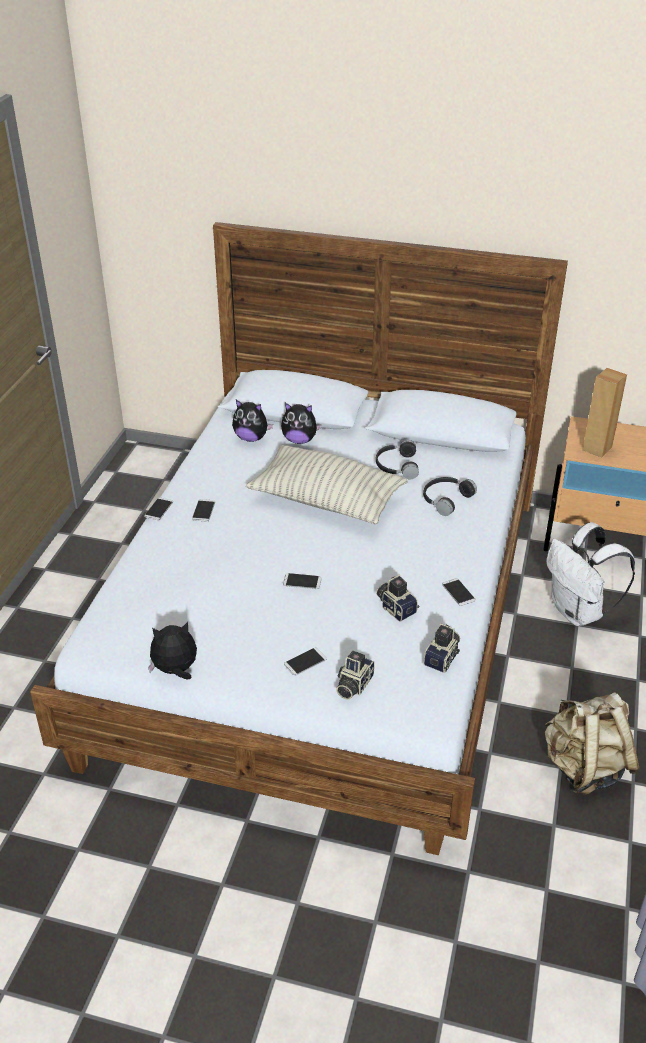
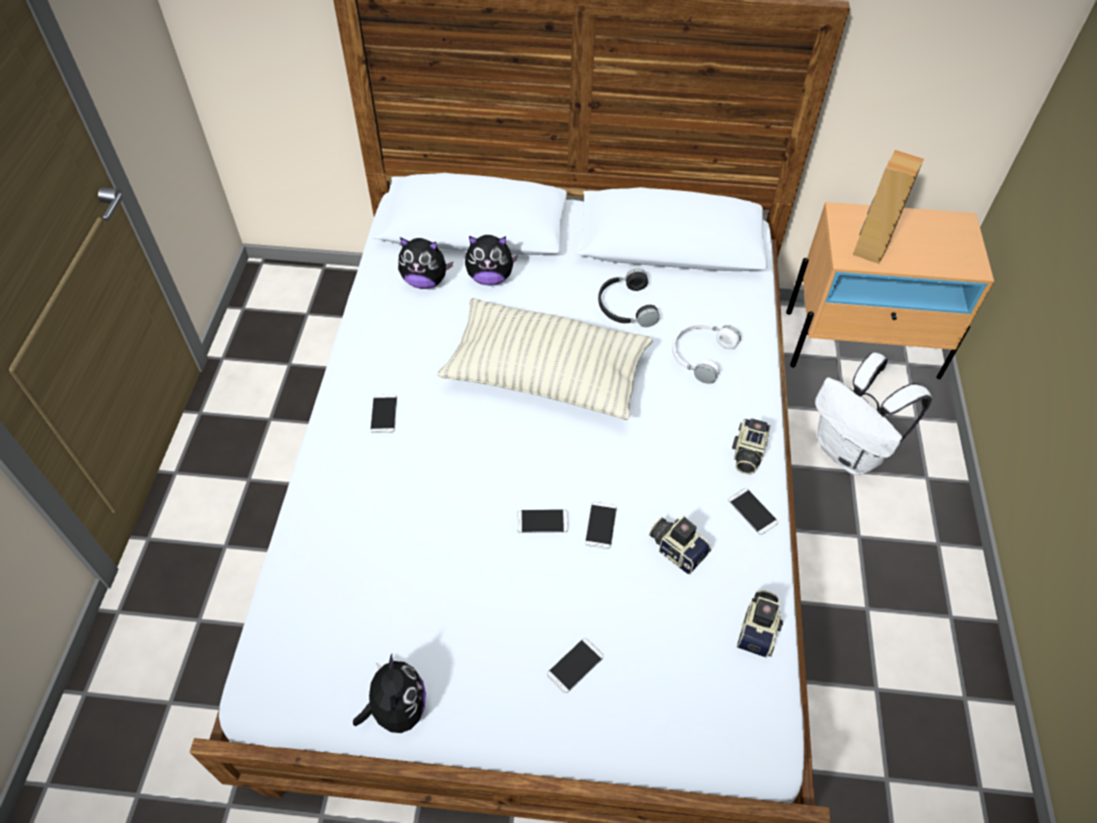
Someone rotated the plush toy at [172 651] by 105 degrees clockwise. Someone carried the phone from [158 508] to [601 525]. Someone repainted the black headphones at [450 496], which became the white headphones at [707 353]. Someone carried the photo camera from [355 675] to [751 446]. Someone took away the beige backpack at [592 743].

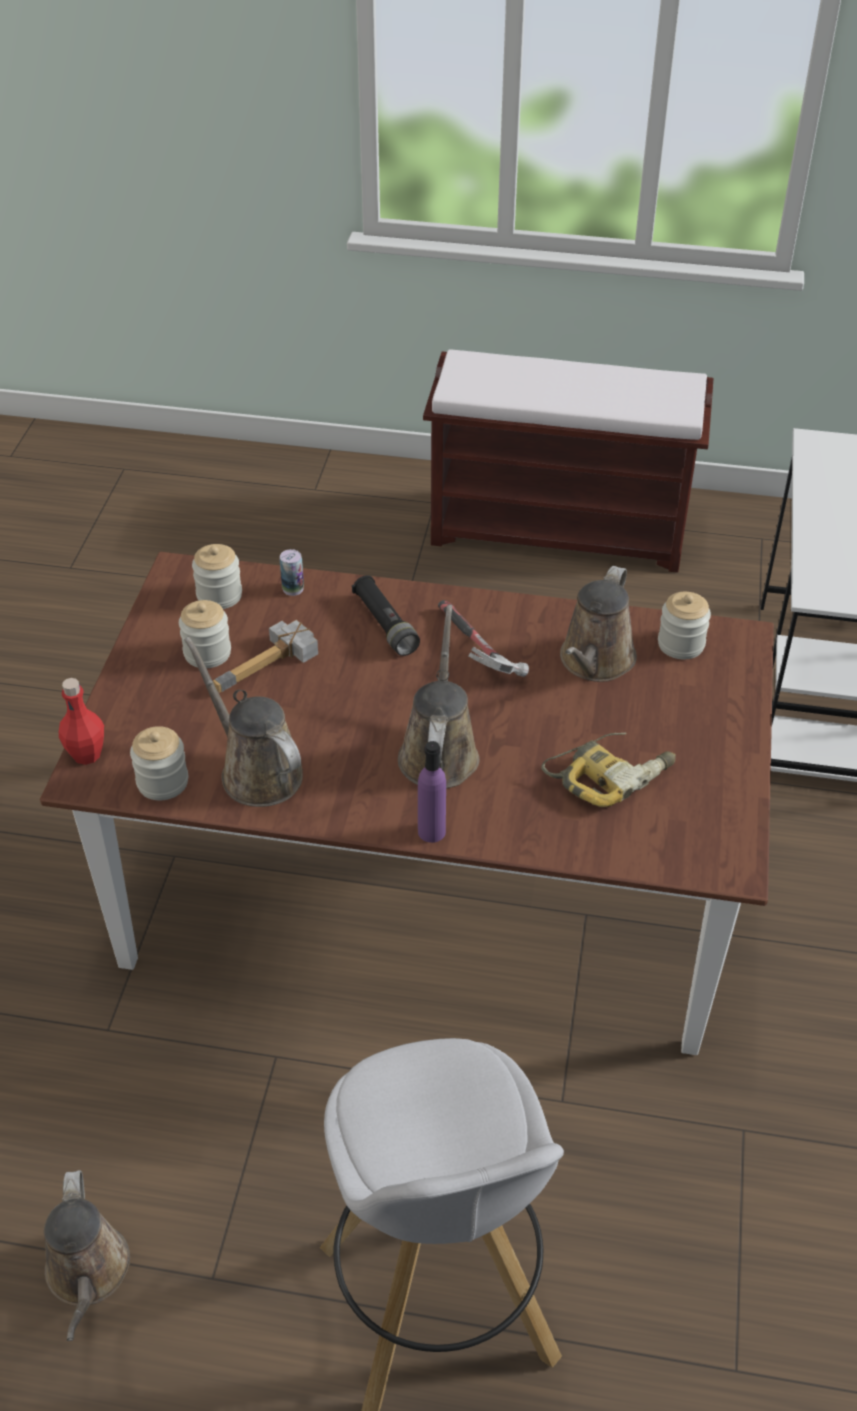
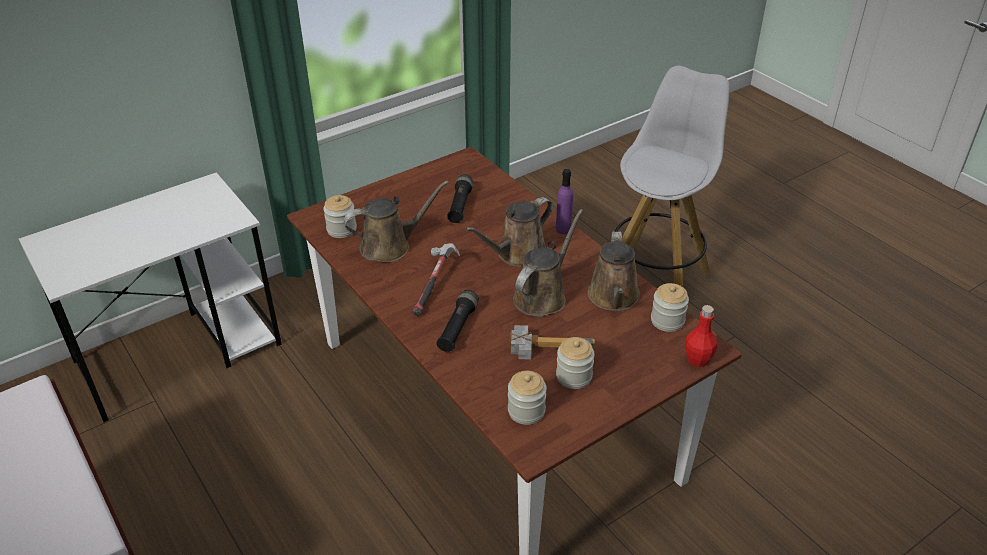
Someone swapped the power drill at [608 770] for the black flashlight at [460 198]. Someone carried the brown watering can from [87 1255] to [548 263]. Someone took away the can at [292 572].

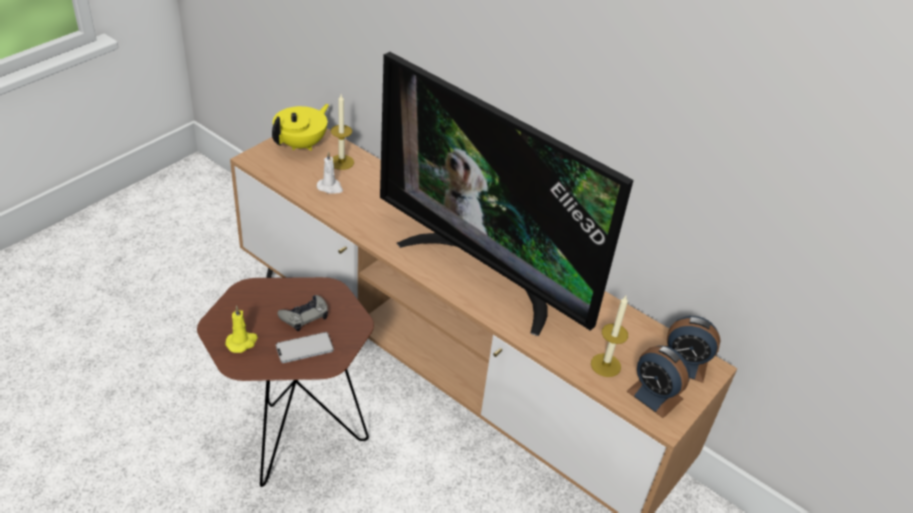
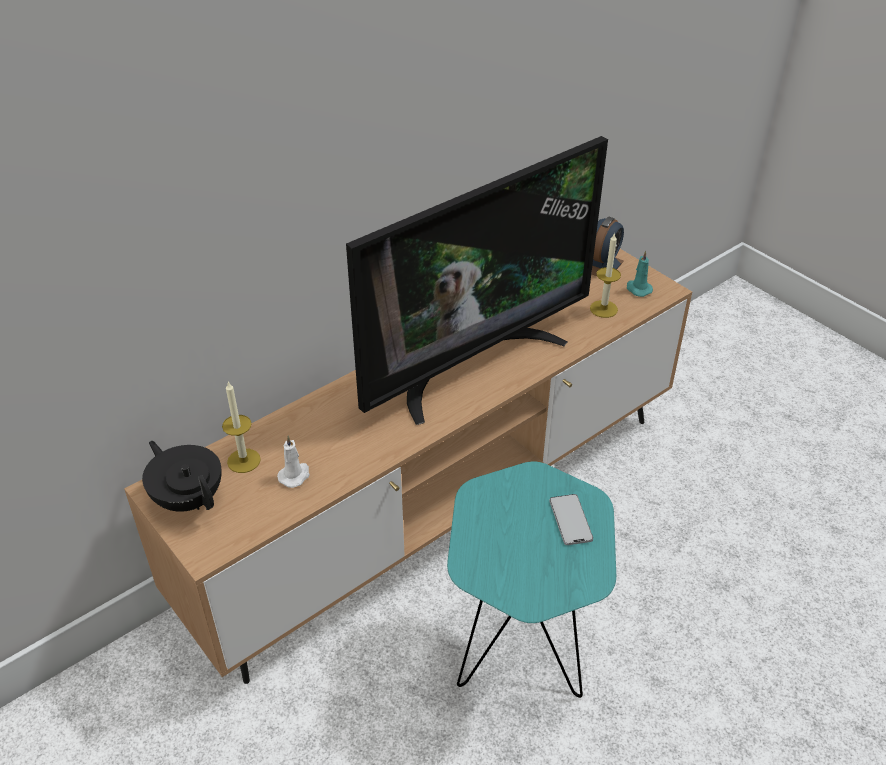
Someone repainted the yellow teapot at [300 127], which became the black teapot at [182 476]. Someone repainted the brown side table at [285 382], which became the turquoise side table at [531 579]. Someone swapped the alarm clock at [658 382] for the turquoise candle at [640 274]. Someone took away the yellow candle at [241 329]. Someone took away the grey game controller at [302 313].

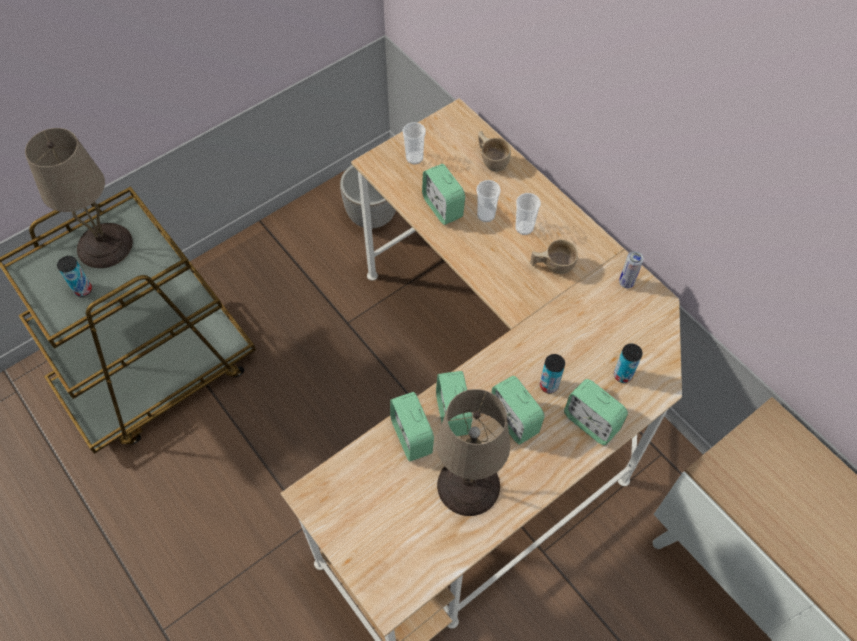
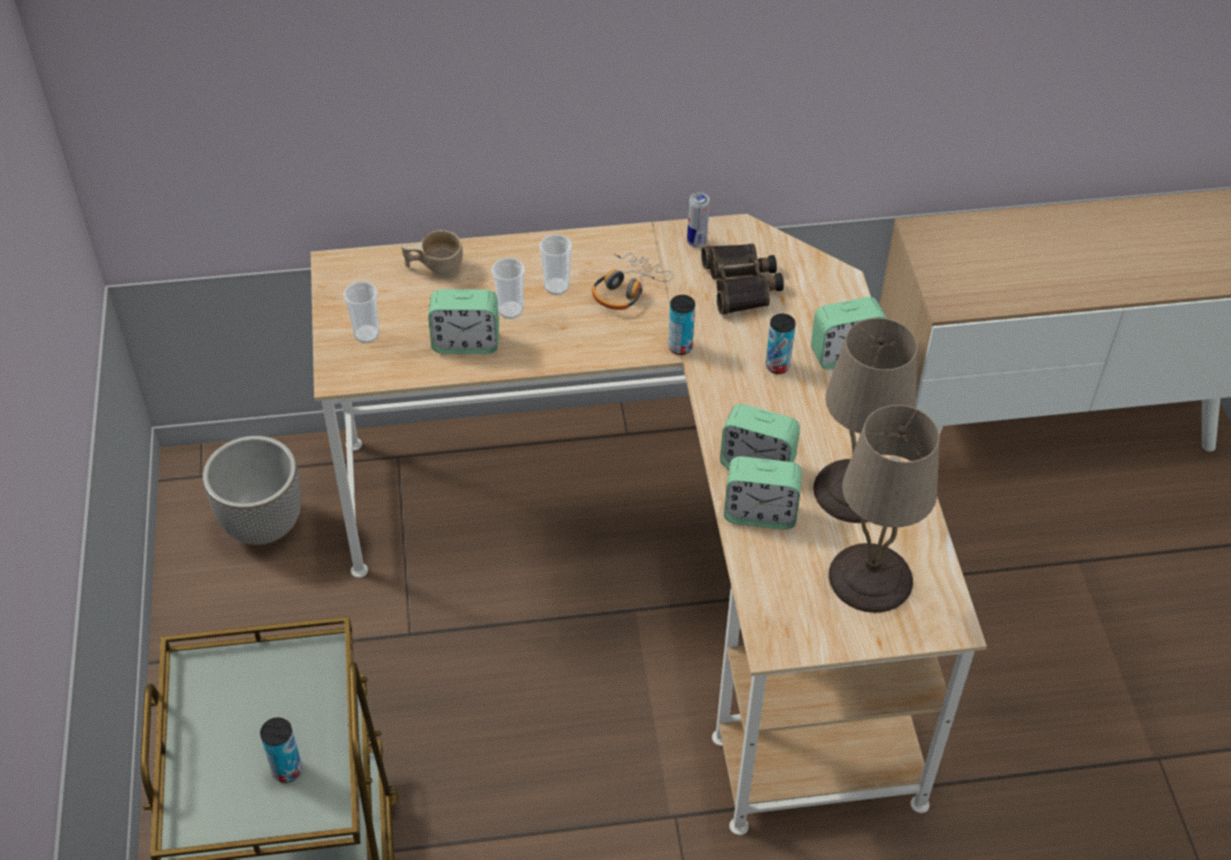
Someone swapped the beige cup at [554 257] for the headphones at [632 281]. Someone carried the can from [628 363] to [681 325]. Someone put down the binoculars at [742 279]. Someone carried the beige table lamp from [79 198] to [884 509]. Someone took away the alarm clock at [518 410].

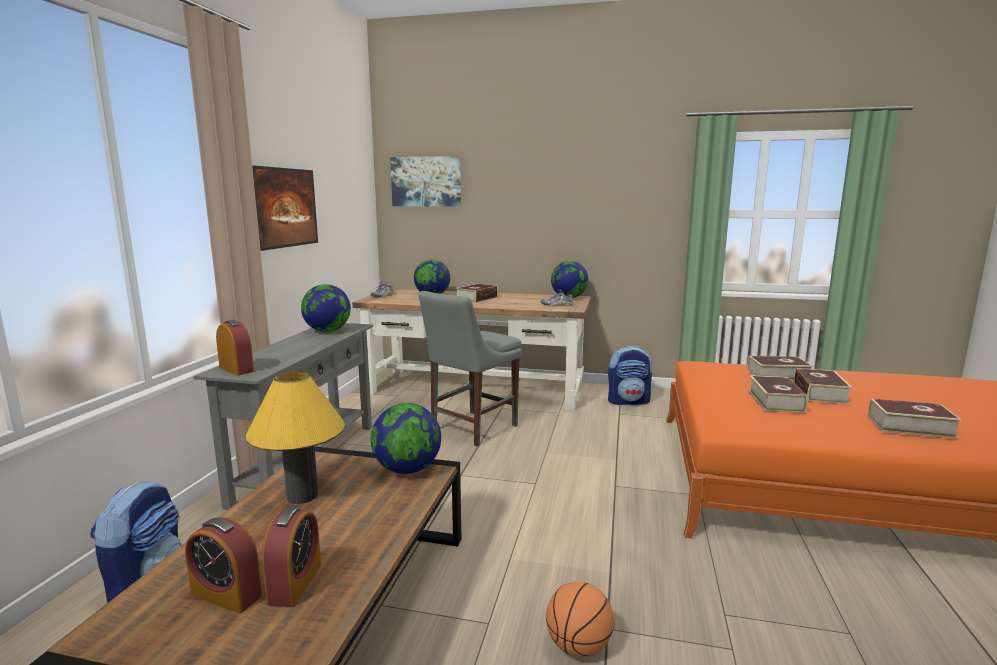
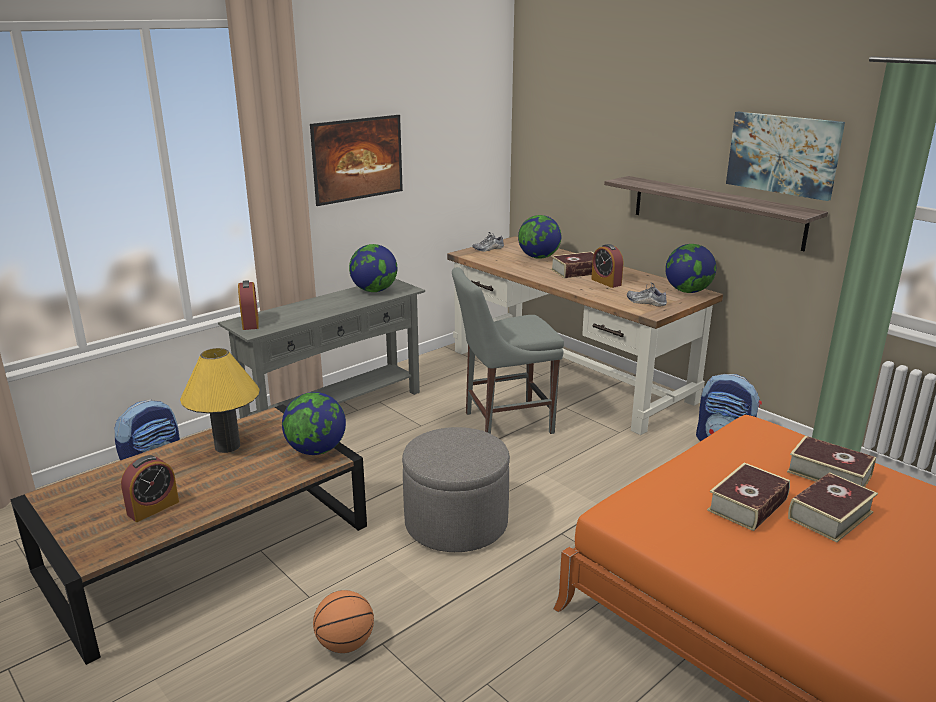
Someone put down the grey ottoman at [456 489]. Someone carried the alarm clock from [223 565] to [607 266]. Someone put up the shelf at [716 213]. Someone carried the picture from [425 181] to [785 156]. Someone took away the book at [915 418].

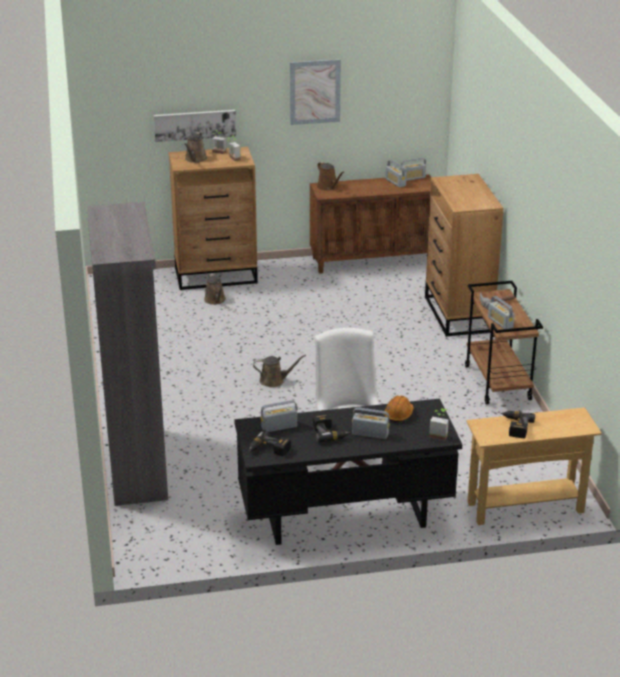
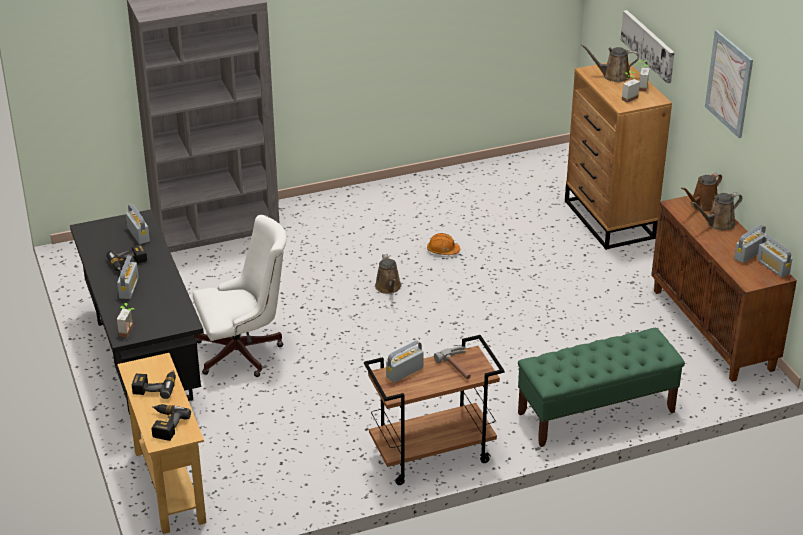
Someone carried the power drill from [270 443] to [171 422]. Someone carried the orange hard hat from [399 408] to [443 244]. Someone swapped the brown dresser at [464 255] for the green bench at [601 387]. Someone carried the brown watering can from [215 289] to [716 211].

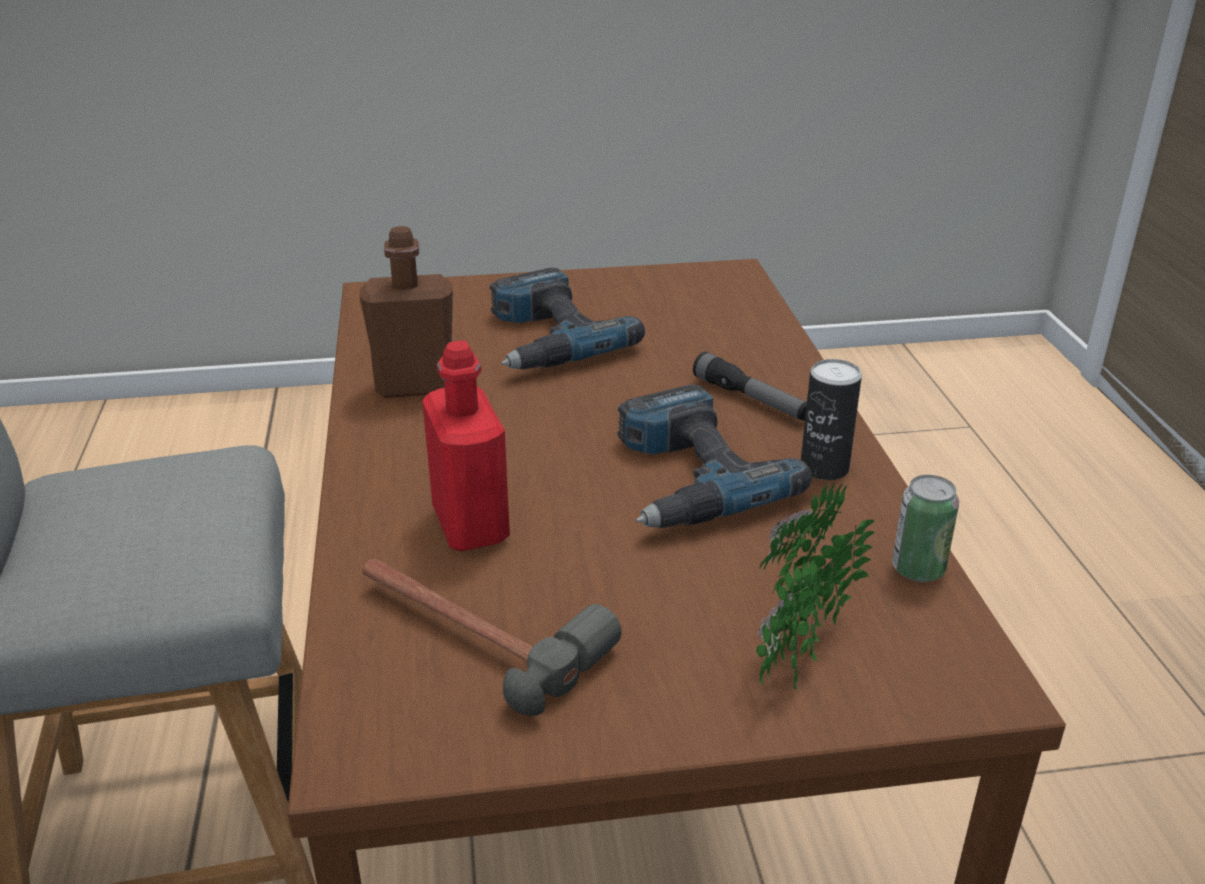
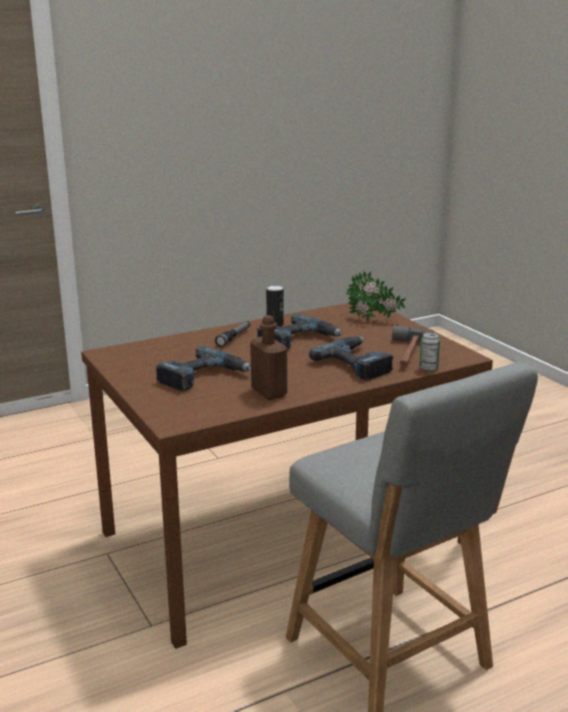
Someone swapped the red bottle at [466 445] for the power drill at [351 358]. Someone carried the can from [925 528] to [429 352].

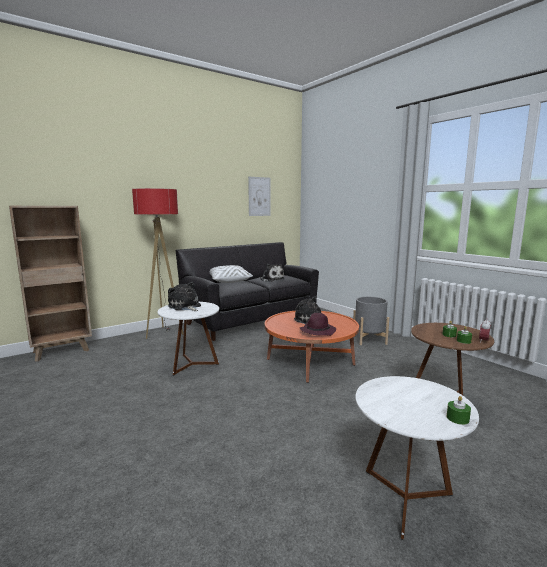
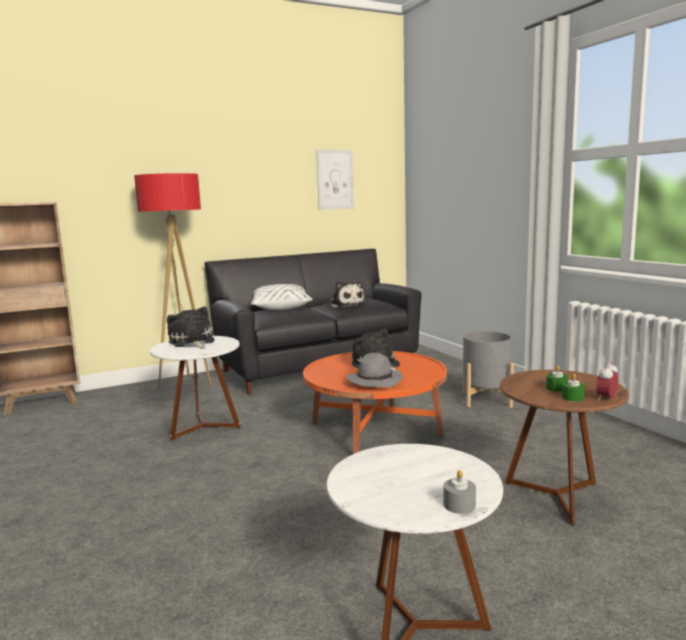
Someone repainted the purple hat at [318 324], which became the grey hat at [374 370]. Someone repainted the green candle at [459 410], which became the grey candle at [459 492].

